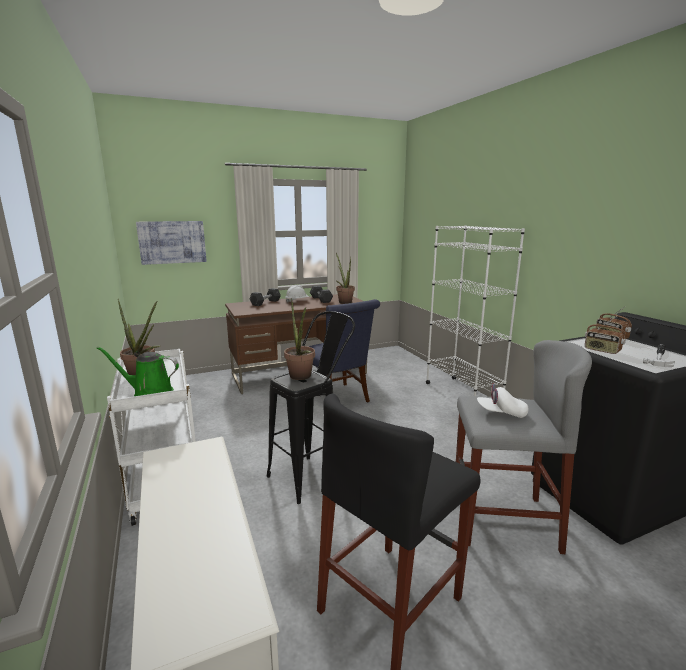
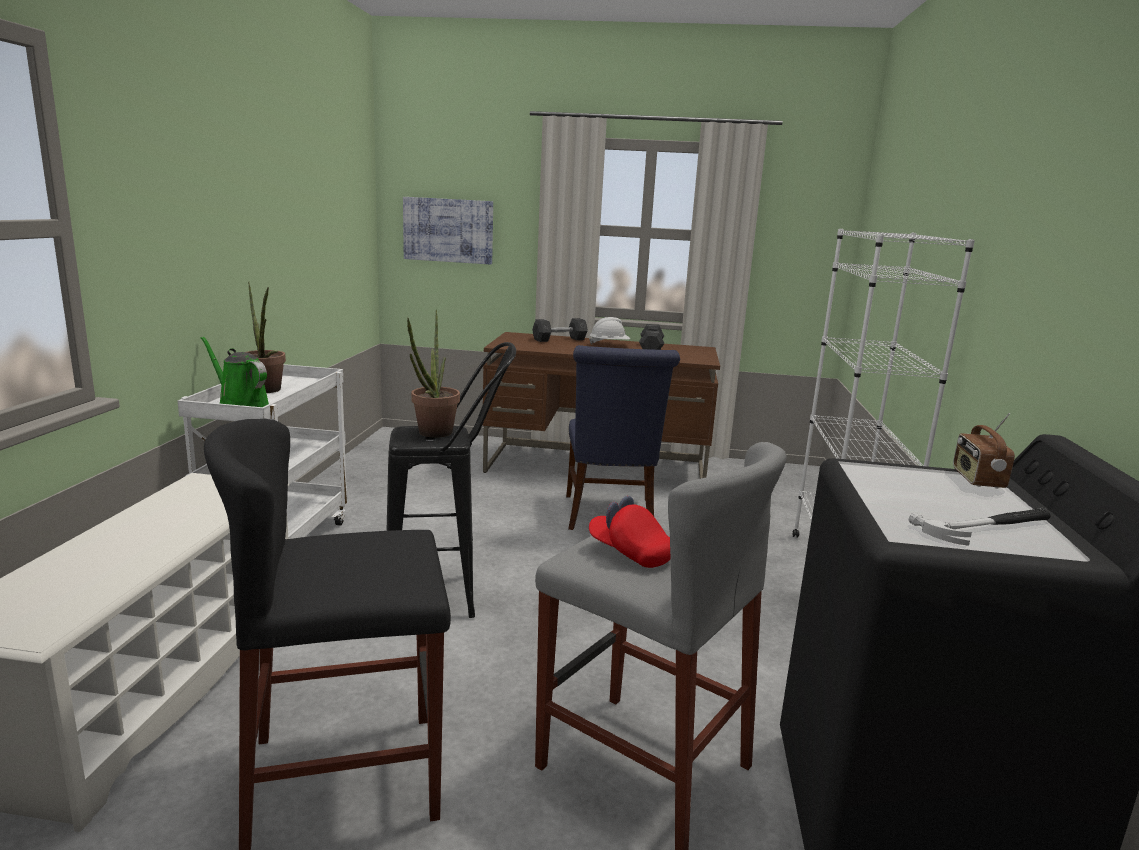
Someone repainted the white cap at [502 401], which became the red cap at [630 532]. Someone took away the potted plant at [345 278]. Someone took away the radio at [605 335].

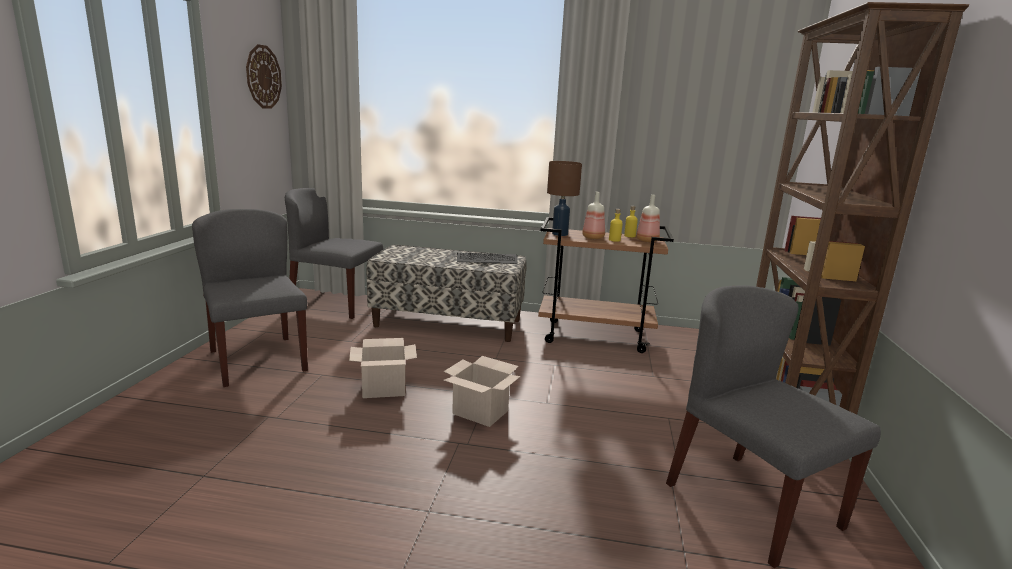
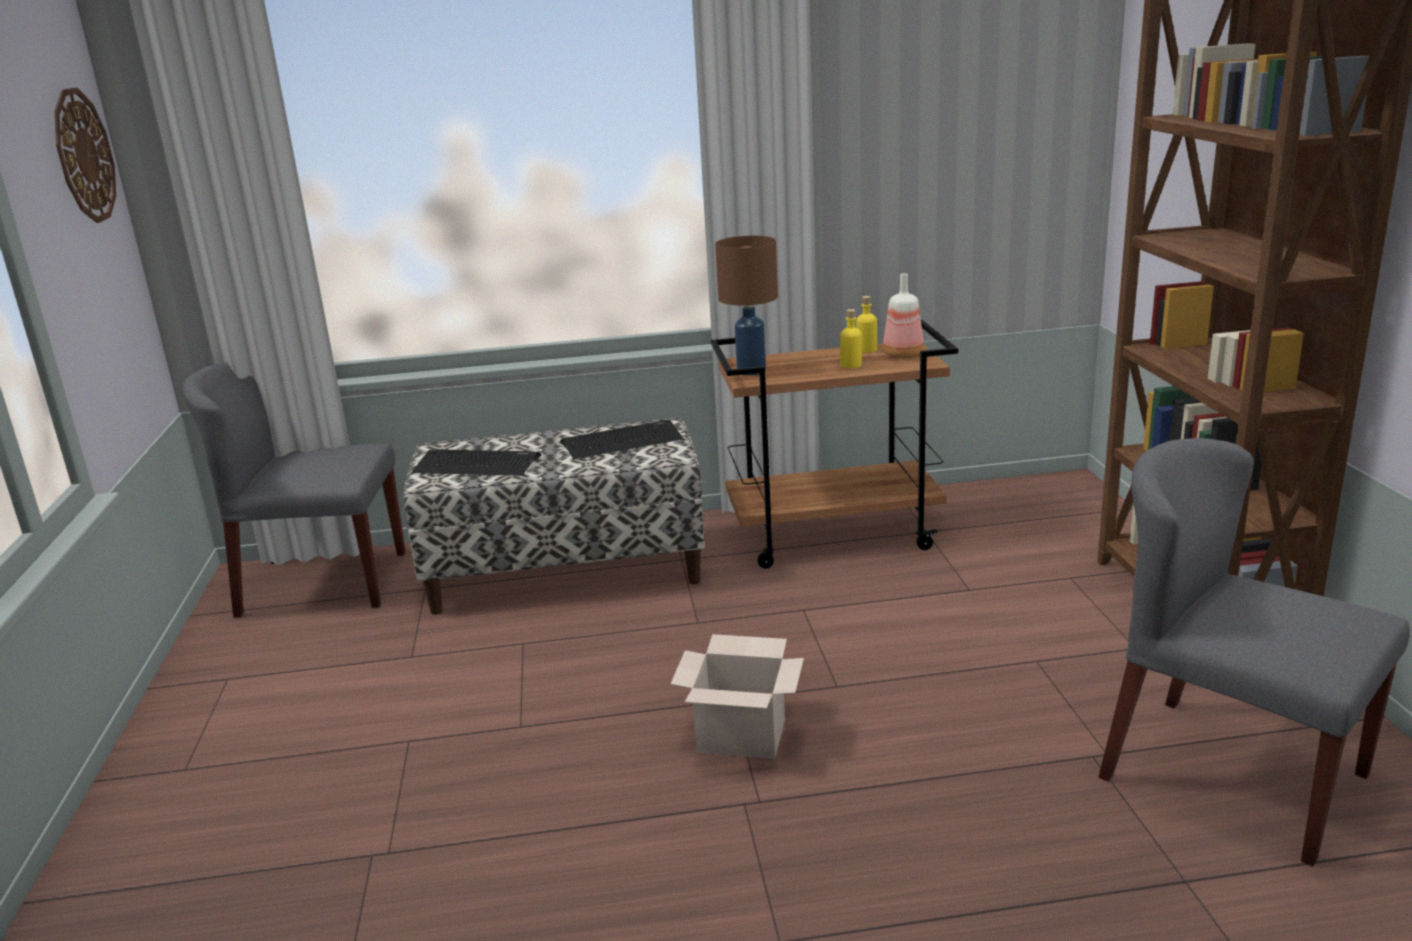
Someone put down the keyboard at [476 462]. Someone took away the grey chair at [250 298]. Someone took away the cardboard box at [383 368]. Someone took away the bottle at [593 215].

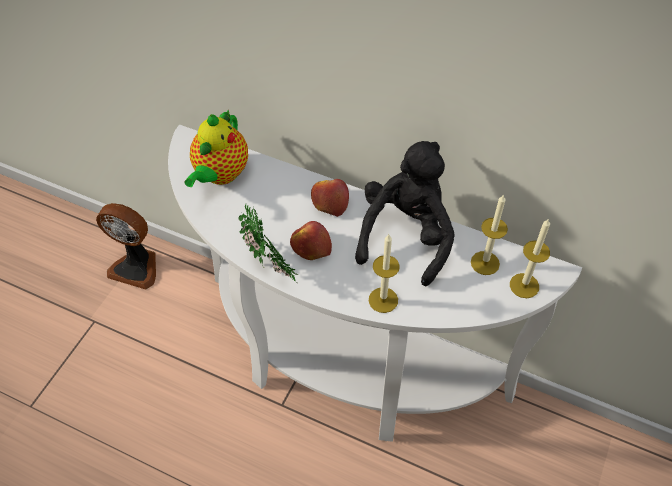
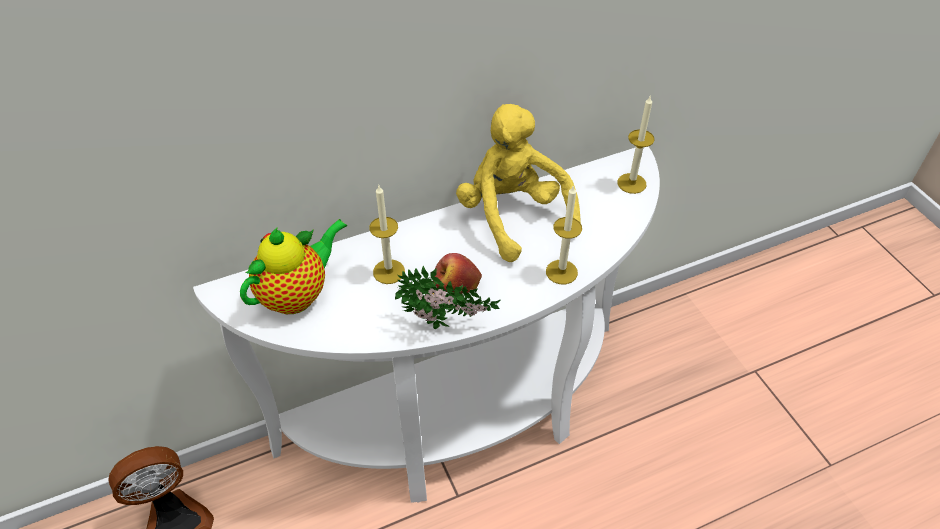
Someone rotated the teapot at [216 148] by 105 degrees counterclockwise. Someone carried the candle from [489 234] to [387 235]. Someone repainted the black plush toy at [405 213], which became the yellow plush toy at [518 183]. Someone took away the apple at [330 198].

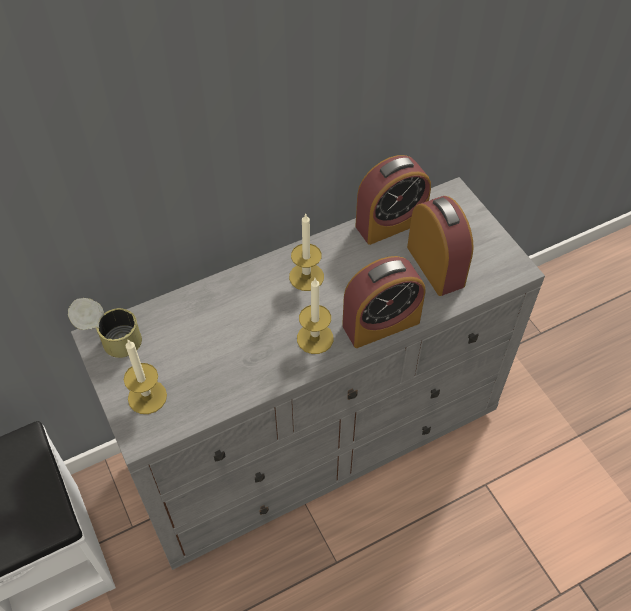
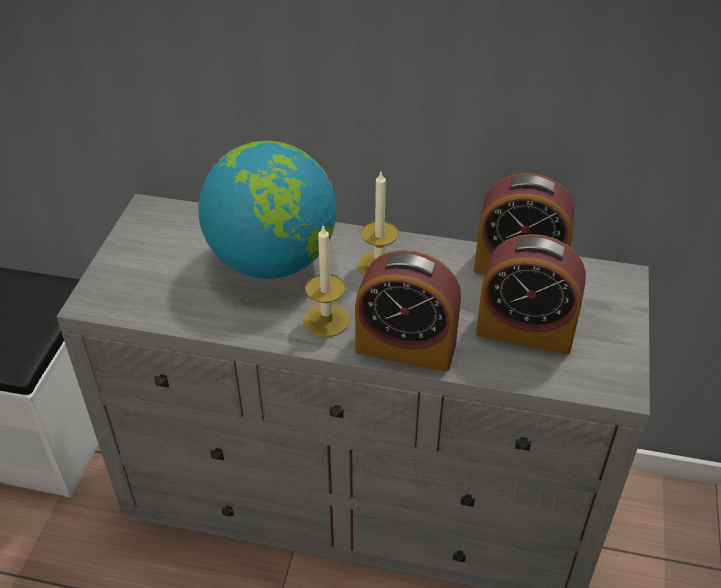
Someone put down the globe at [267 210]. Someone rotated the alarm clock at [440 246] by 90 degrees clockwise. Someone took away the can at [105 328]. Someone took away the candle at [145 377].

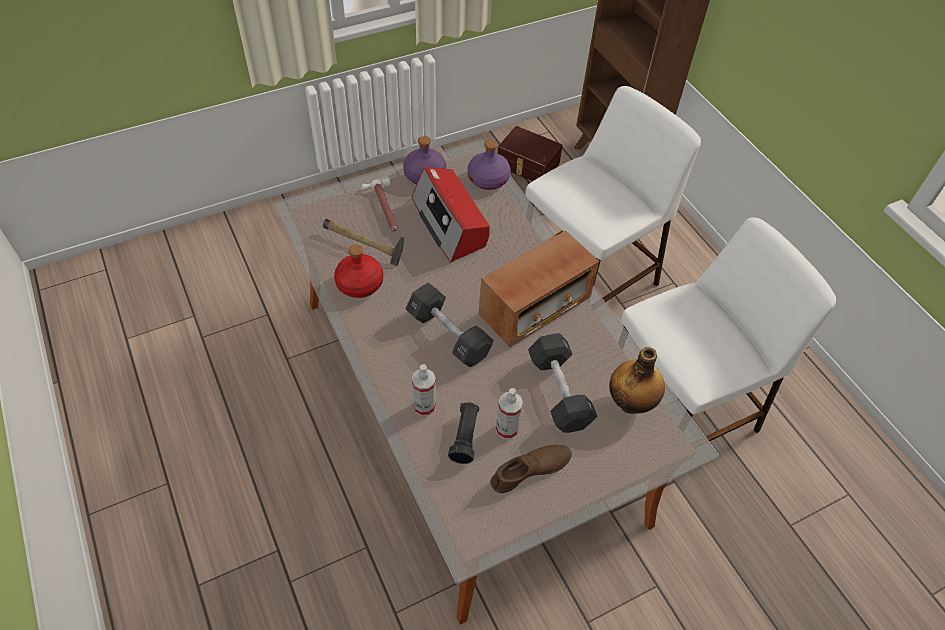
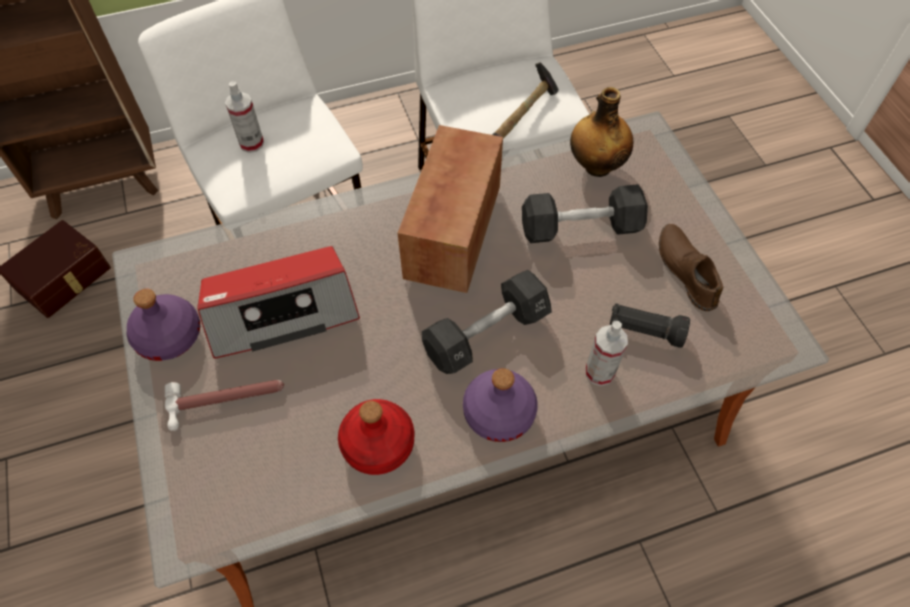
Someone carried the spray bottle from [509 413] to [244 117]. Someone rotated the radio at [539 288] by 135 degrees counterclockwise. Someone carried the purple bottle from [489 165] to [500 405]. Someone carried the hammer from [363 242] to [525 100].

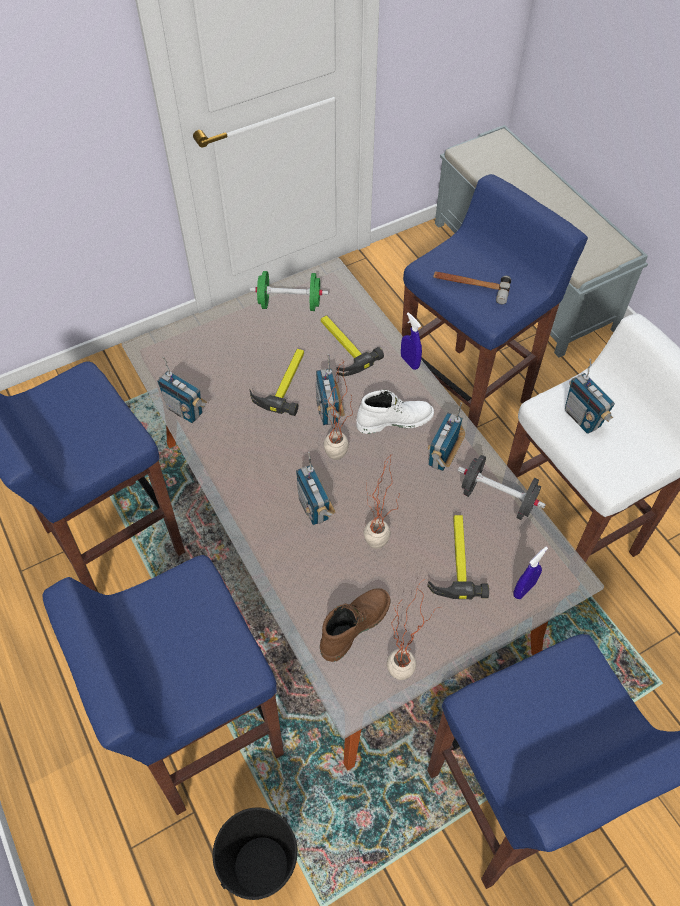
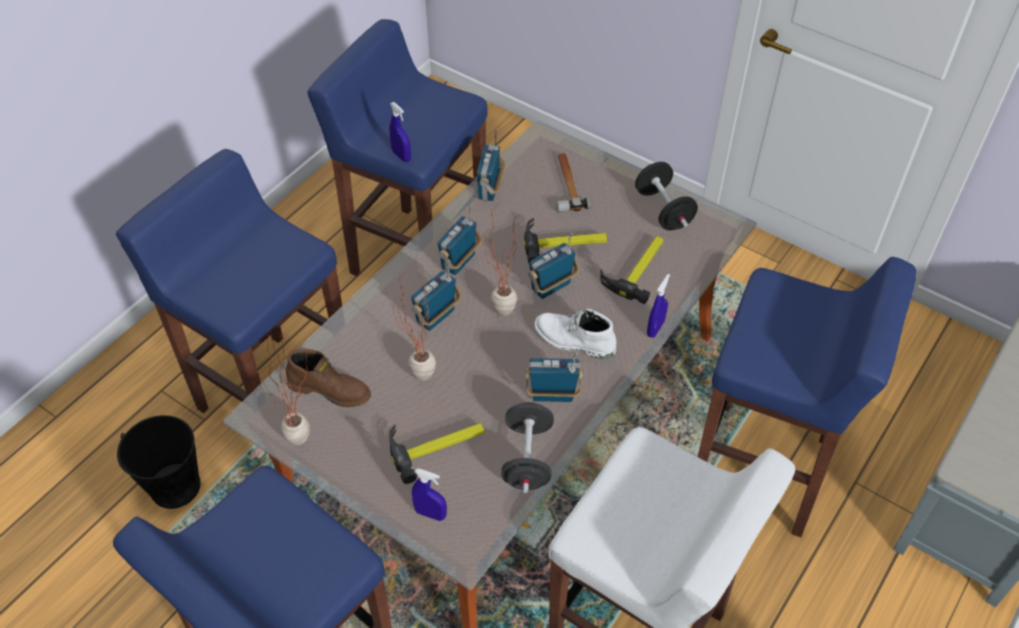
Someone put down the blue spray bottle at [400 132]. Someone carried the radio from [590 396] to [459 239]. Someone rotated the white boot at [395 412] by 150 degrees clockwise. Someone carried the hammer from [472 287] to [574 182]. Someone repainted the green dumbbell at [288 291], which became the black dumbbell at [666 196].

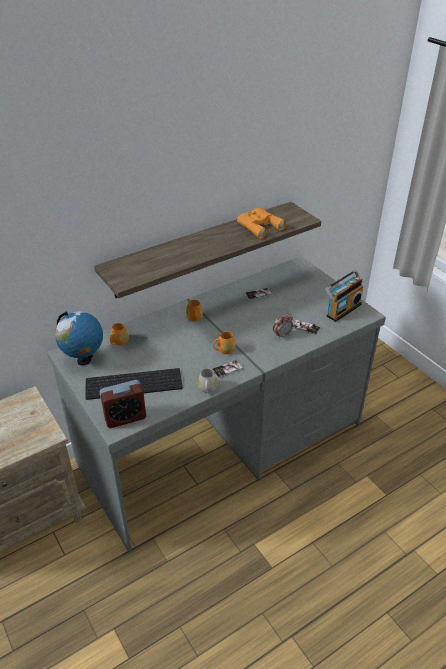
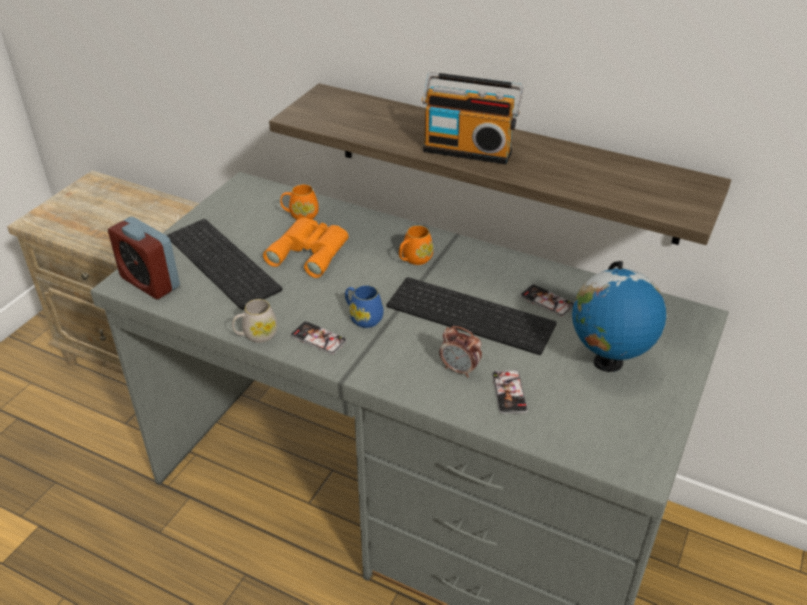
Someone carried the orange binoculars from [261 223] to [305 248]. Someone repainted the orange mug at [224 342], which became the blue mug at [364 306]. Someone put down the keyboard at [472 316]. Someone carried the radio from [344 296] to [472 118]. Someone carried the globe from [79 338] to [619 316].

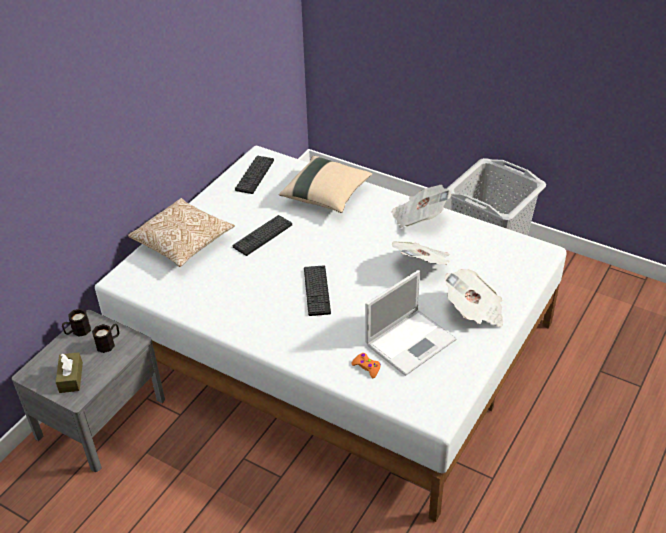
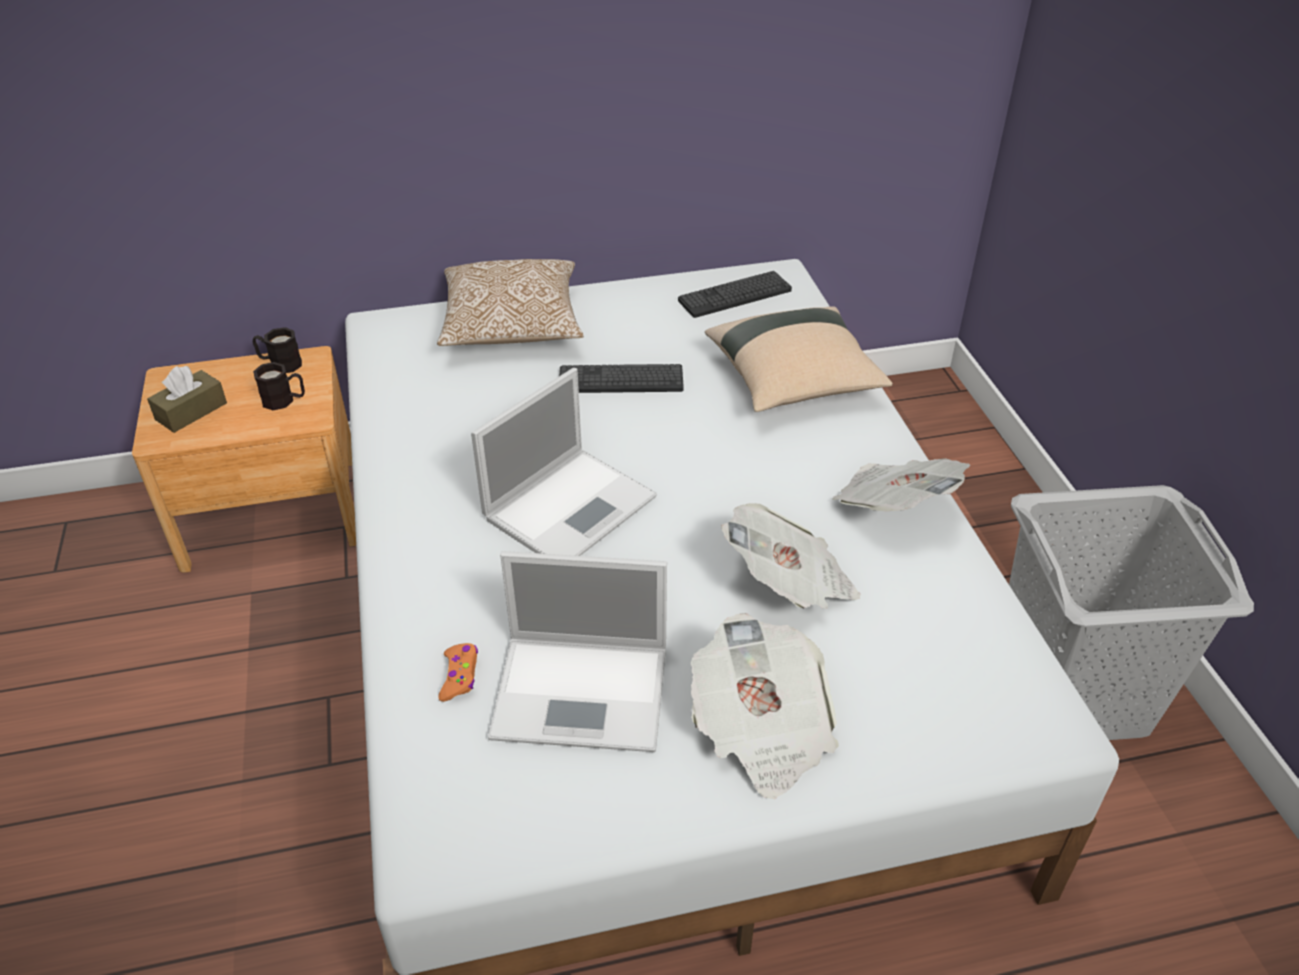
Someone repainted the grey nightstand at [88 391], which became the brown nightstand at [244 459]. Someone swapped the keyboard at [317 290] for the laptop at [564 462].

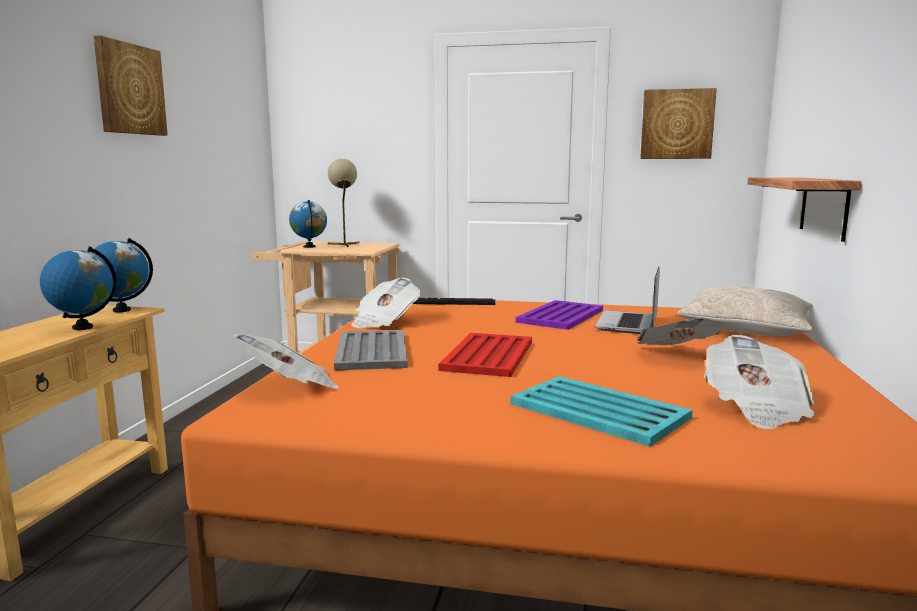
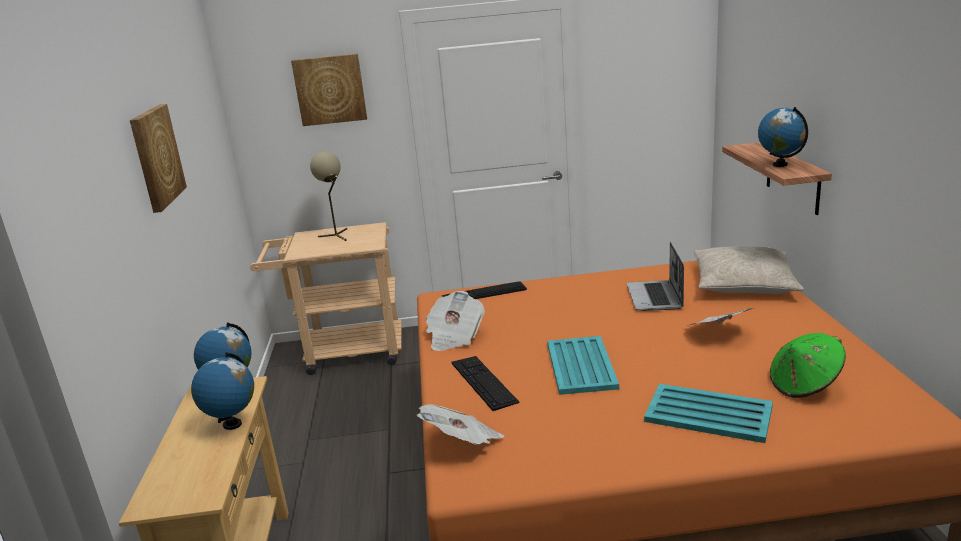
Someone carried the picture from [678 123] to [329 90]. Someone swapped the grey tray at [371 350] for the keyboard at [485 383]. Someone repainted the red tray at [485 355], which became the turquoise tray at [583 365]. Someone carried the globe from [308 224] to [783 137]. Someone swapped the newspaper at [759 382] for the green hat at [808 365]. Someone took away the purple tray at [559 315].

